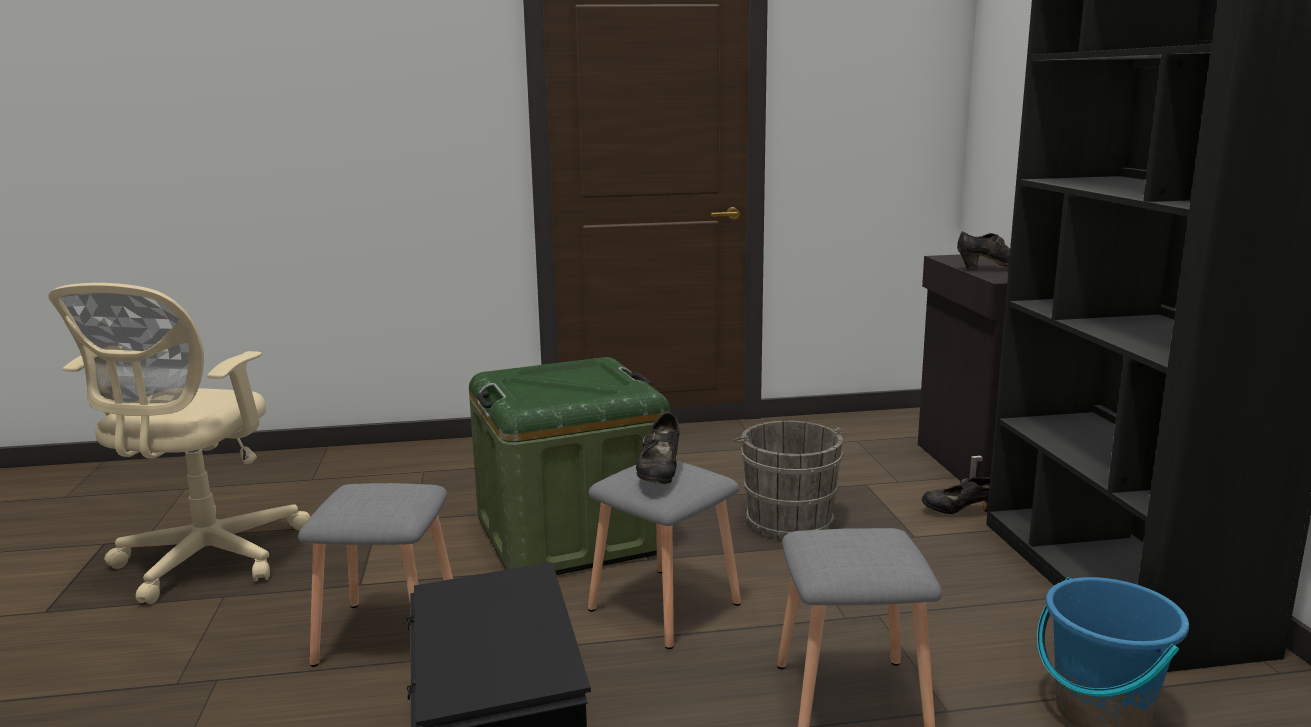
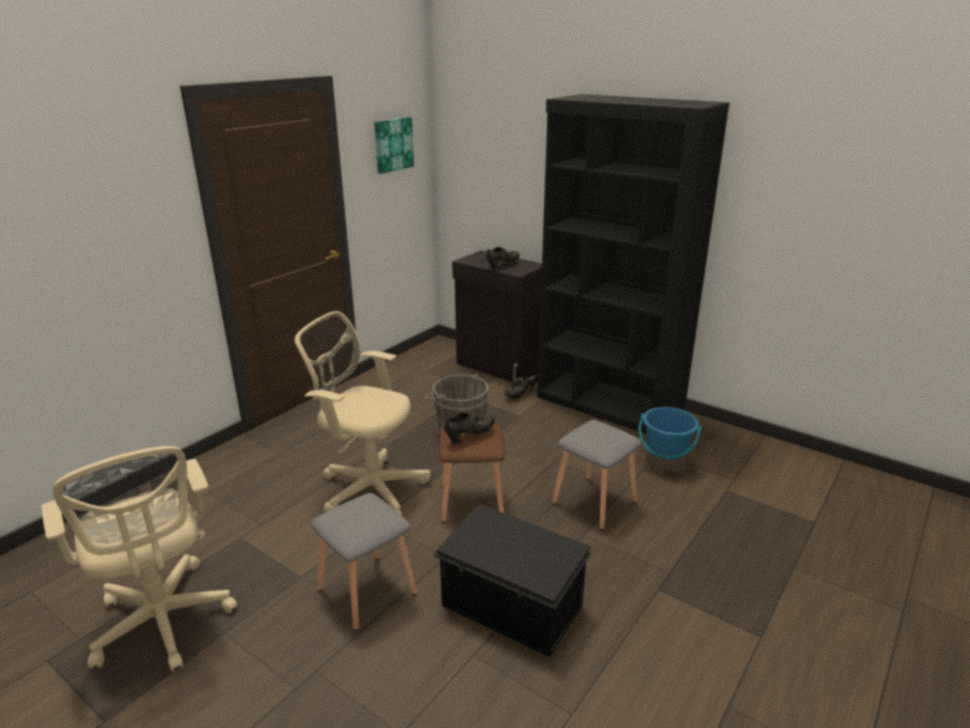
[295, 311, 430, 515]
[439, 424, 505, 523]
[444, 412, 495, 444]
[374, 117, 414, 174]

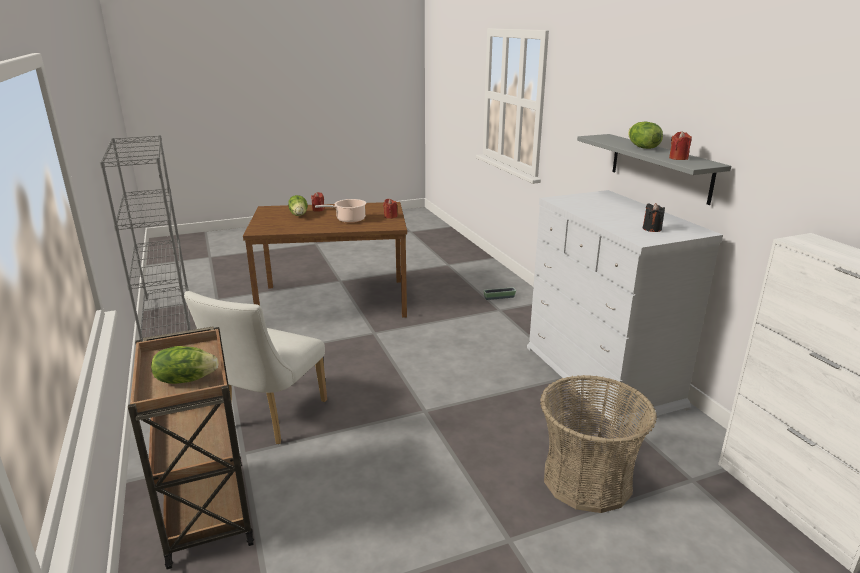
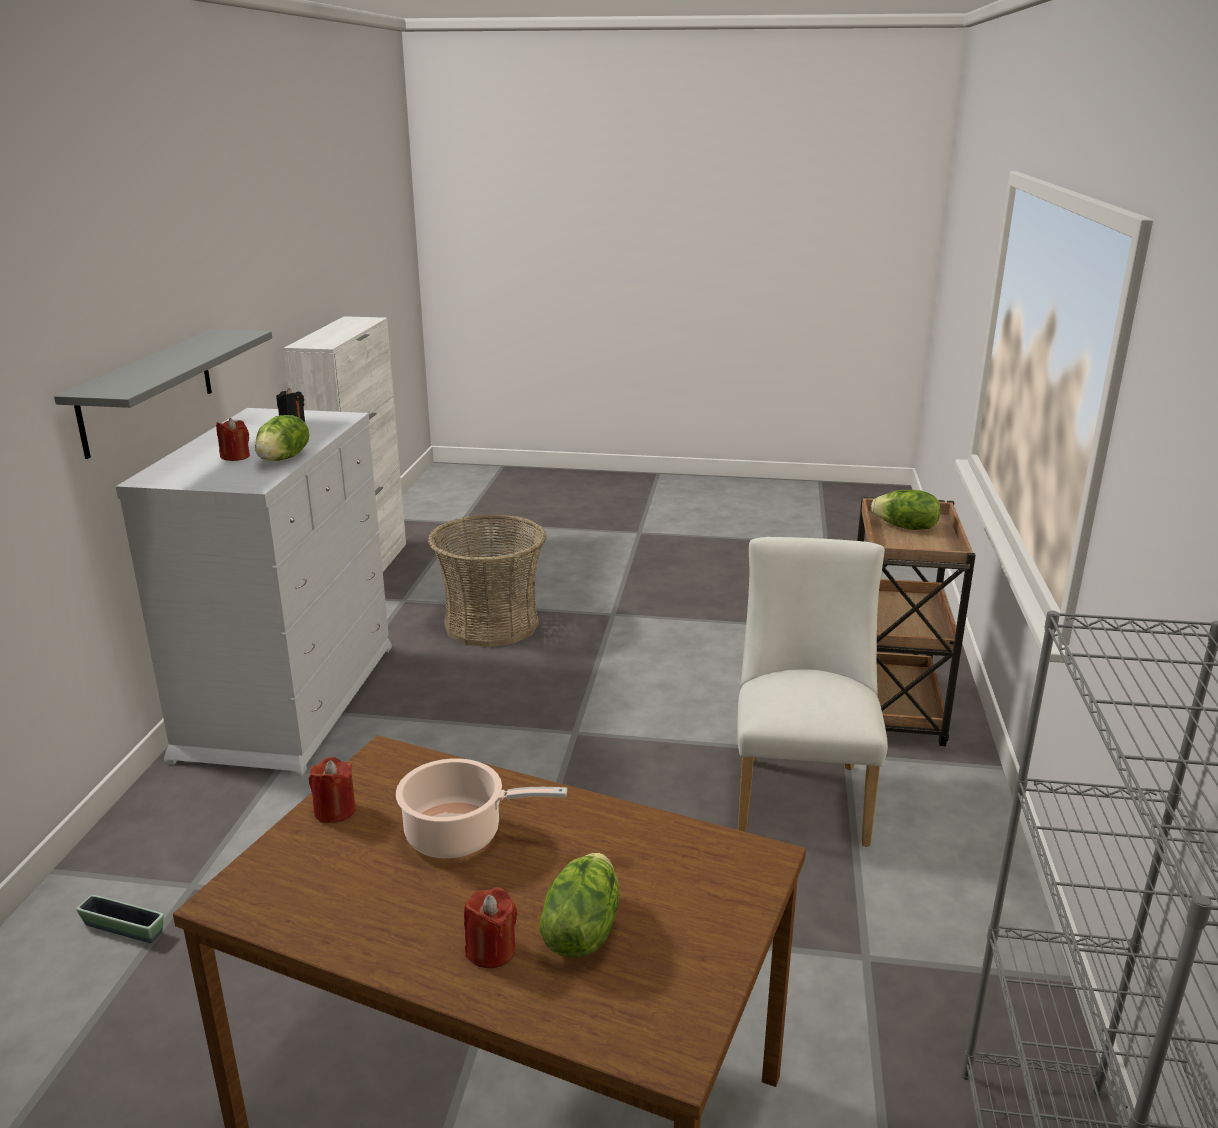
[737, 537, 888, 847]
[255, 415, 309, 461]
[216, 418, 250, 461]

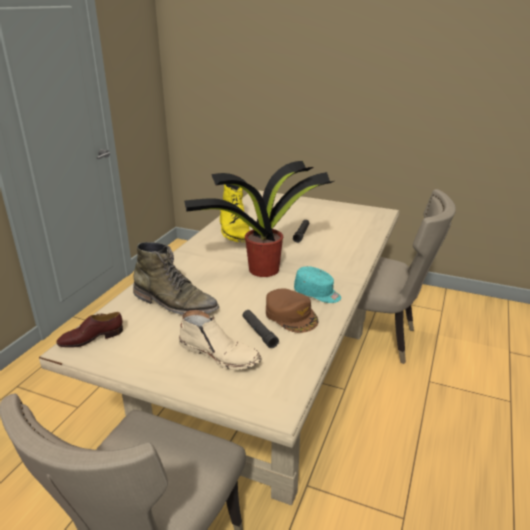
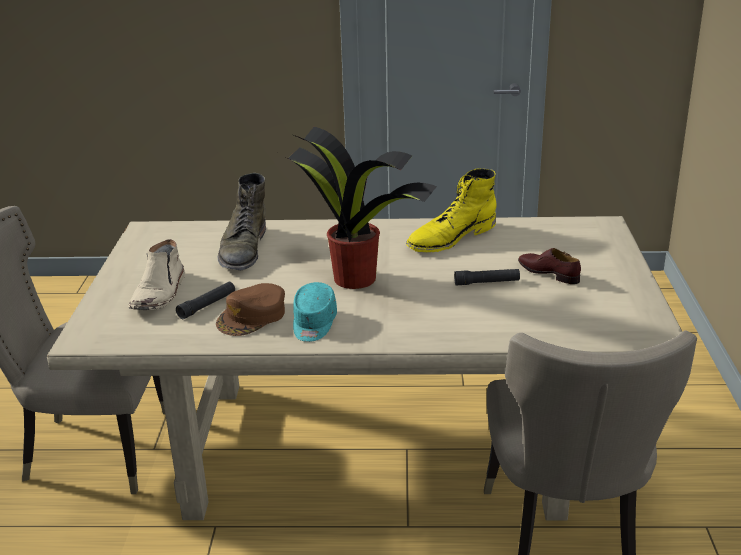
[518, 248, 581, 284]

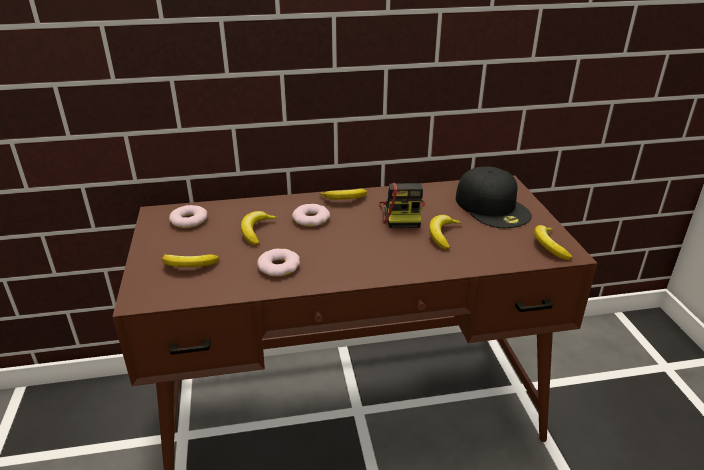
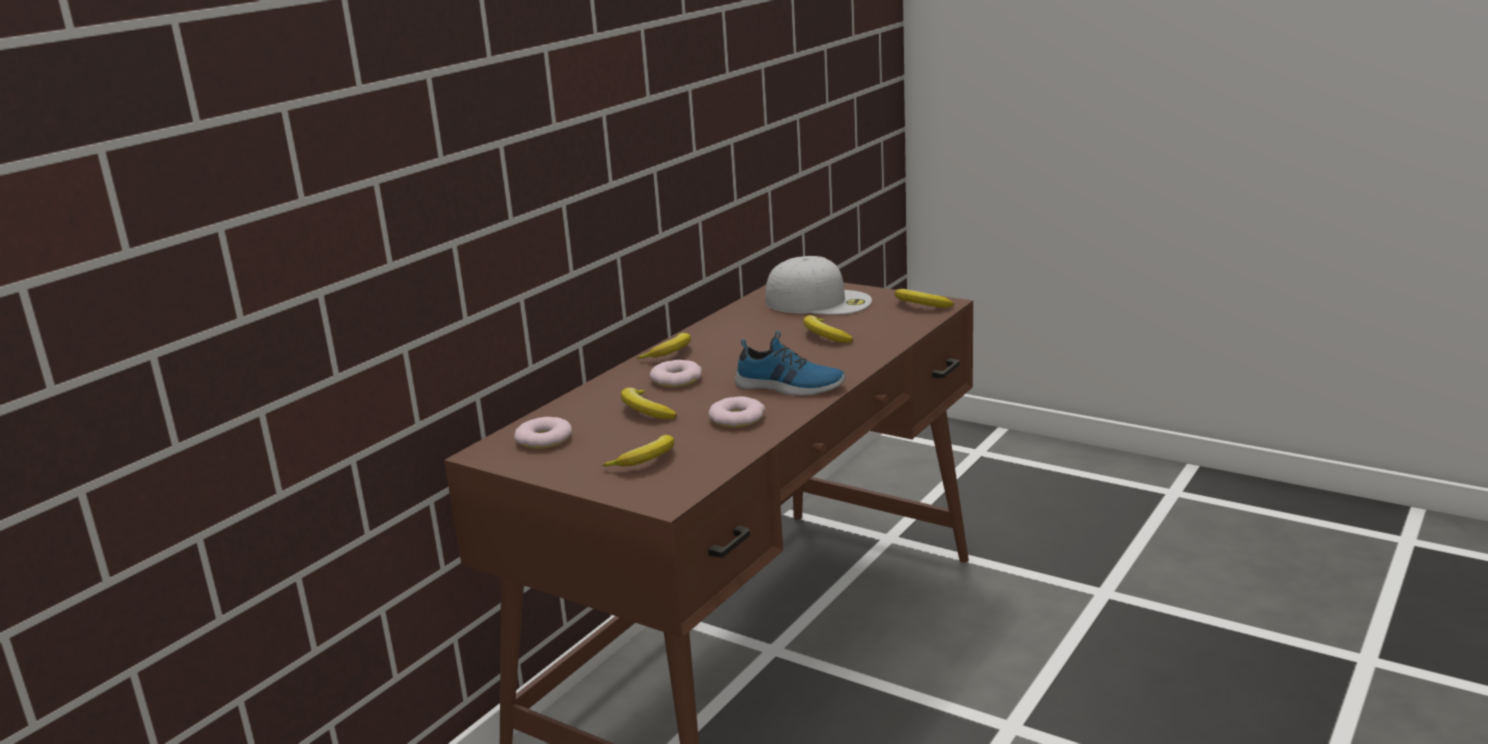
[379, 183, 425, 228] (first image)
[766, 256, 872, 315]
[735, 331, 846, 396]

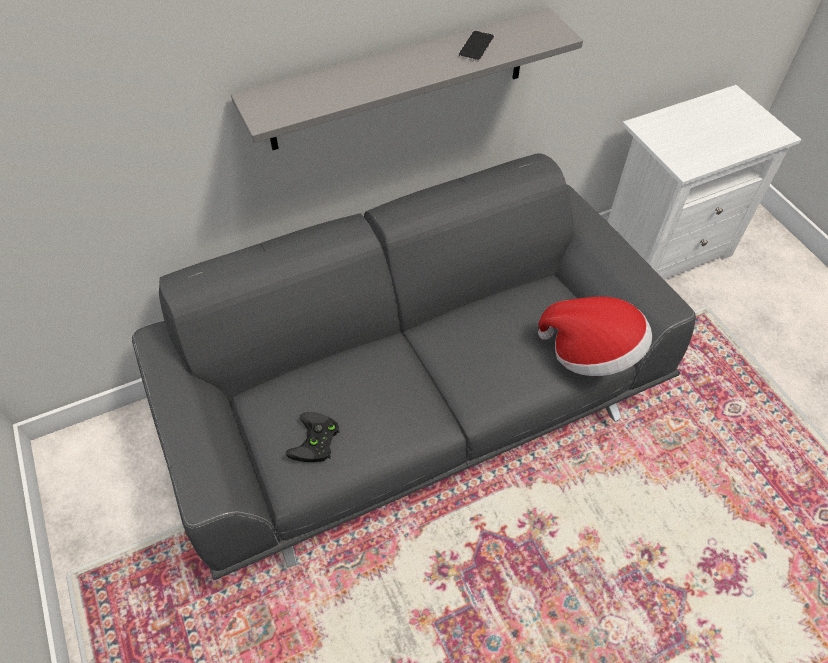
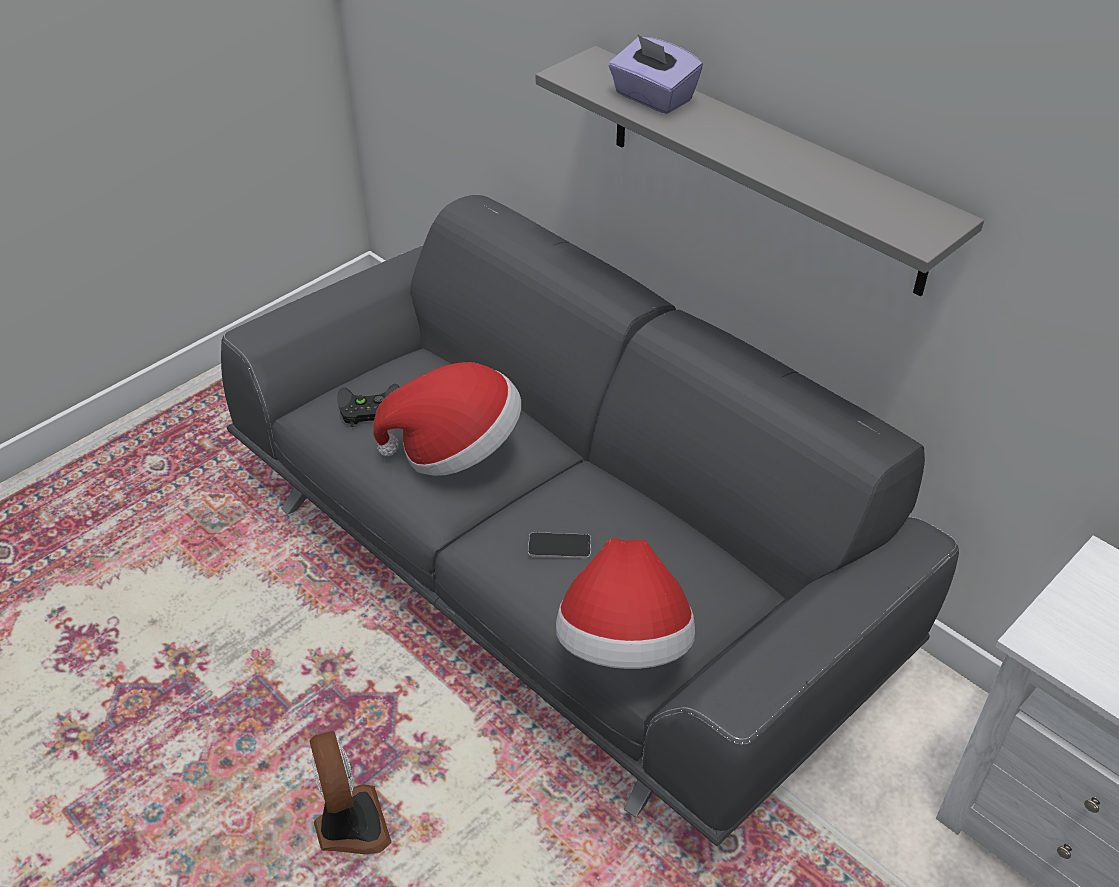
[528, 532, 591, 559]
[309, 730, 391, 854]
[373, 362, 521, 476]
[609, 35, 703, 114]

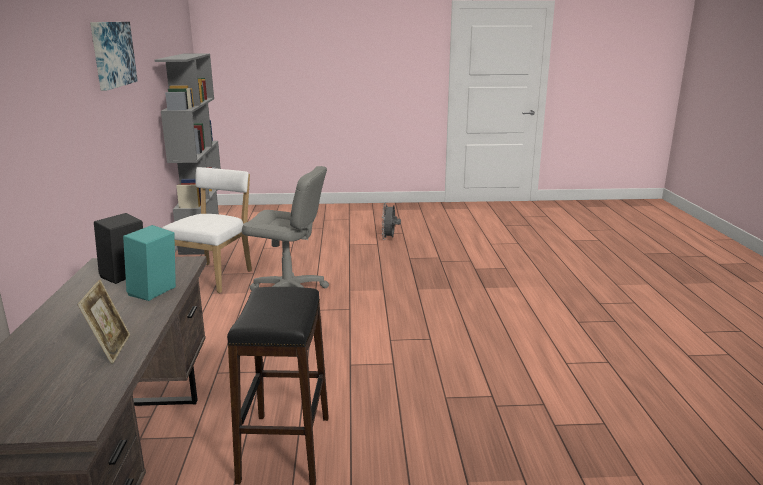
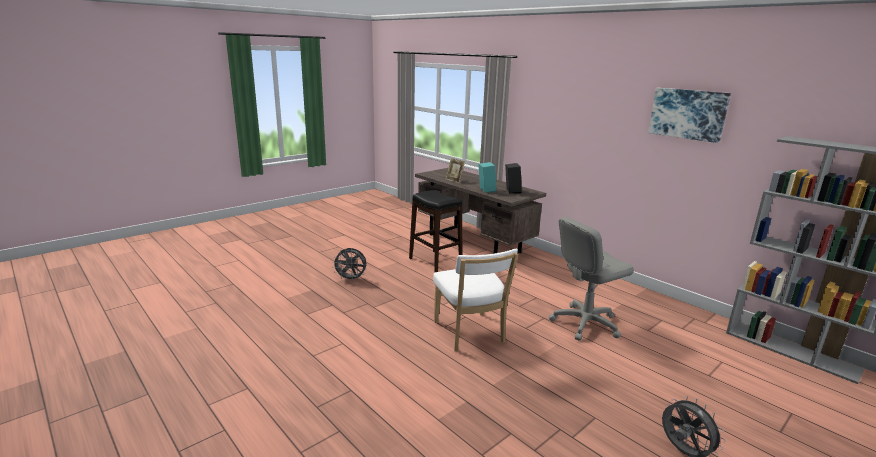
[433, 249, 518, 352]
[332, 248, 367, 282]

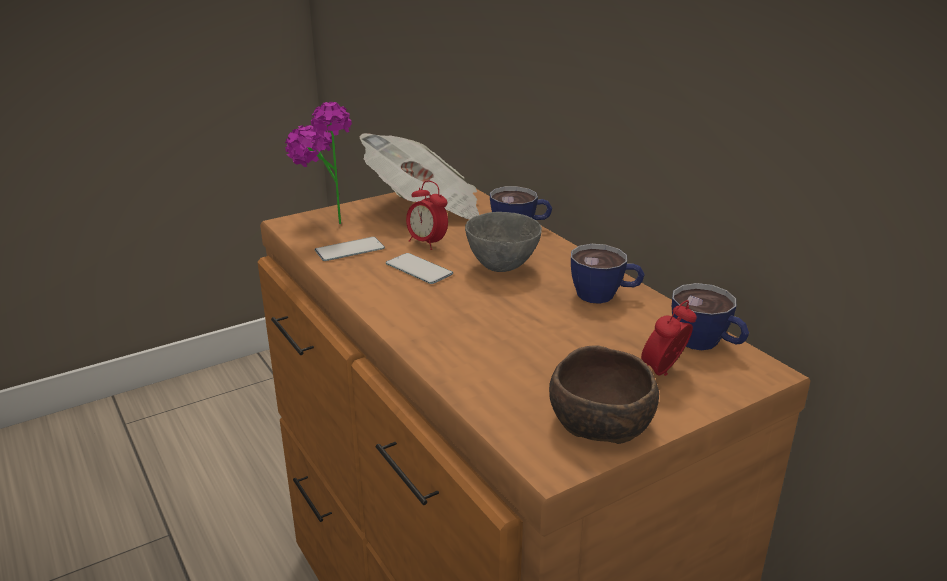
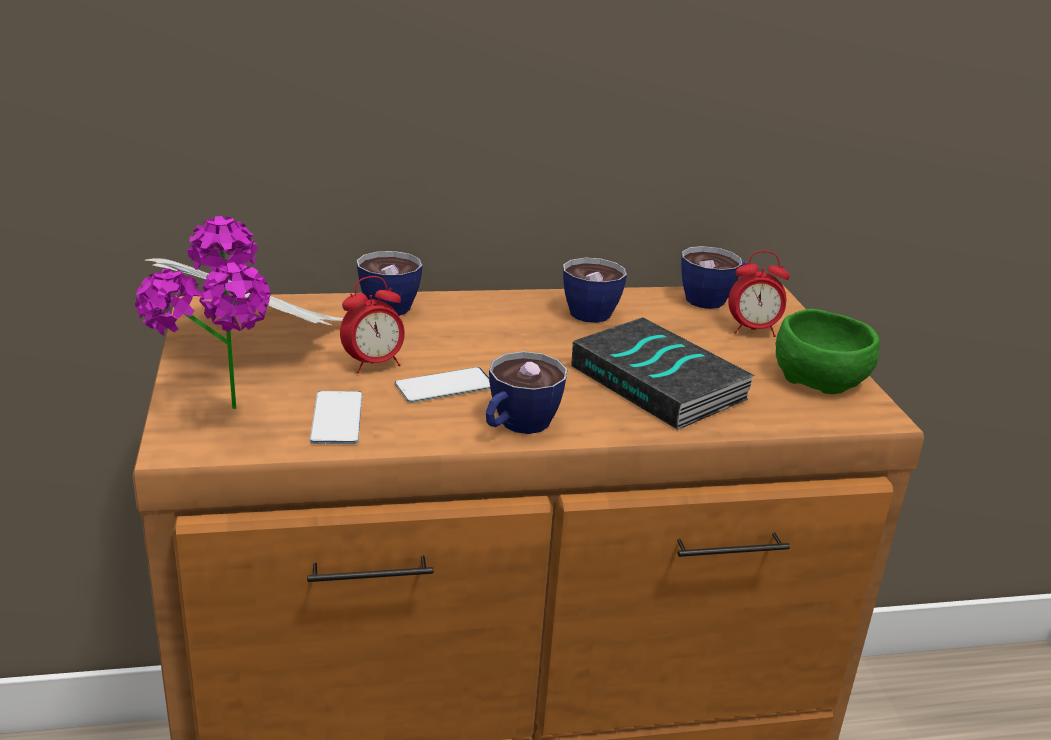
[465, 212, 542, 272] (first image)
[775, 309, 880, 394]
[728, 251, 790, 337]
[486, 351, 567, 434]
[571, 317, 755, 430]

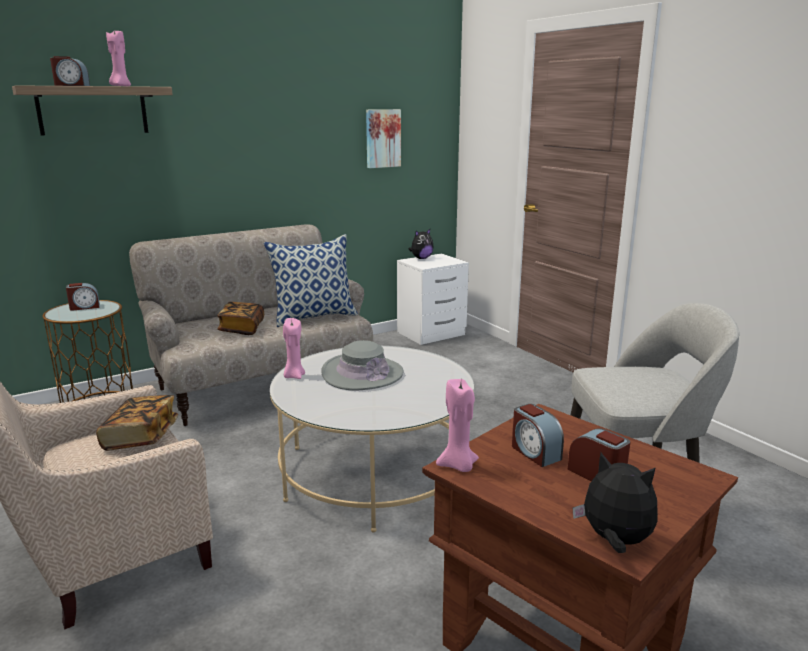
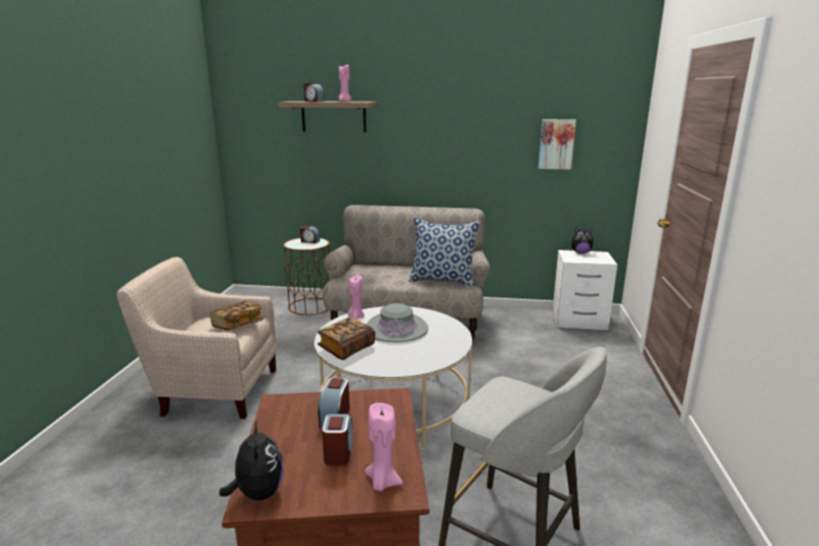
[317, 317, 375, 360]
[365, 403, 403, 491]

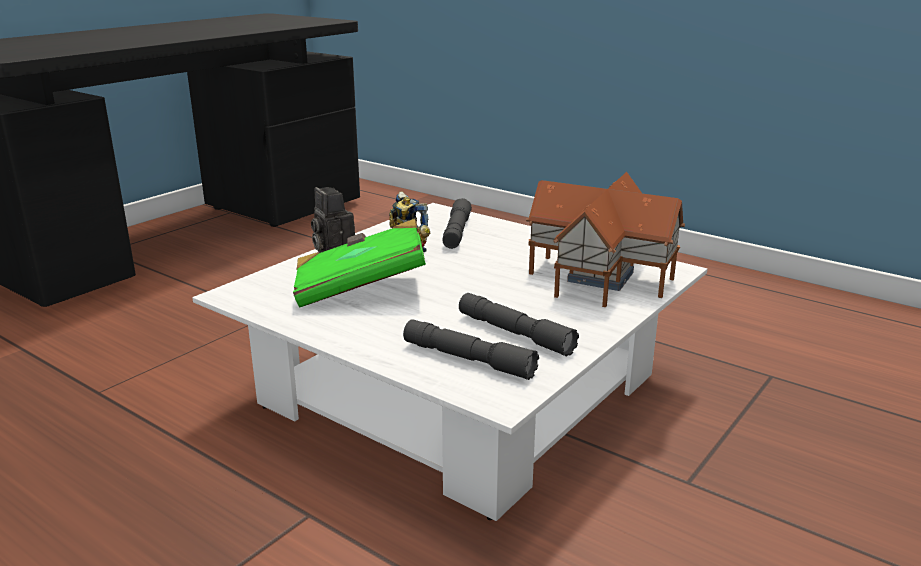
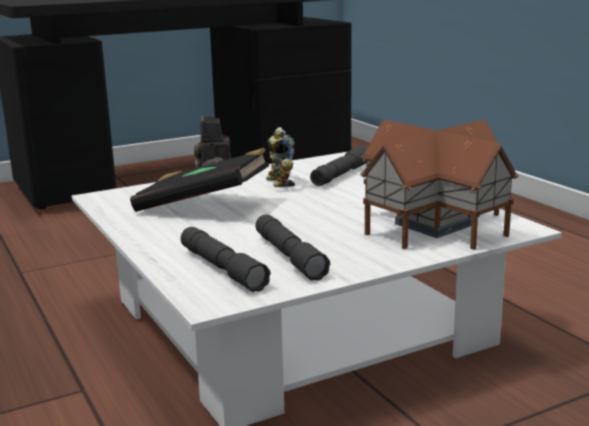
[130, 148, 269, 212]

